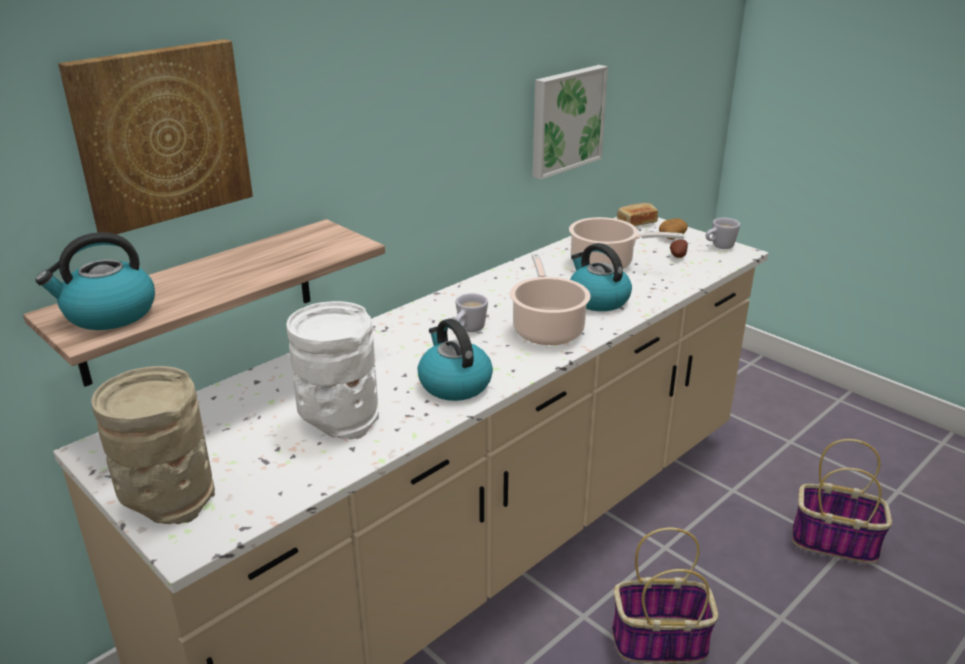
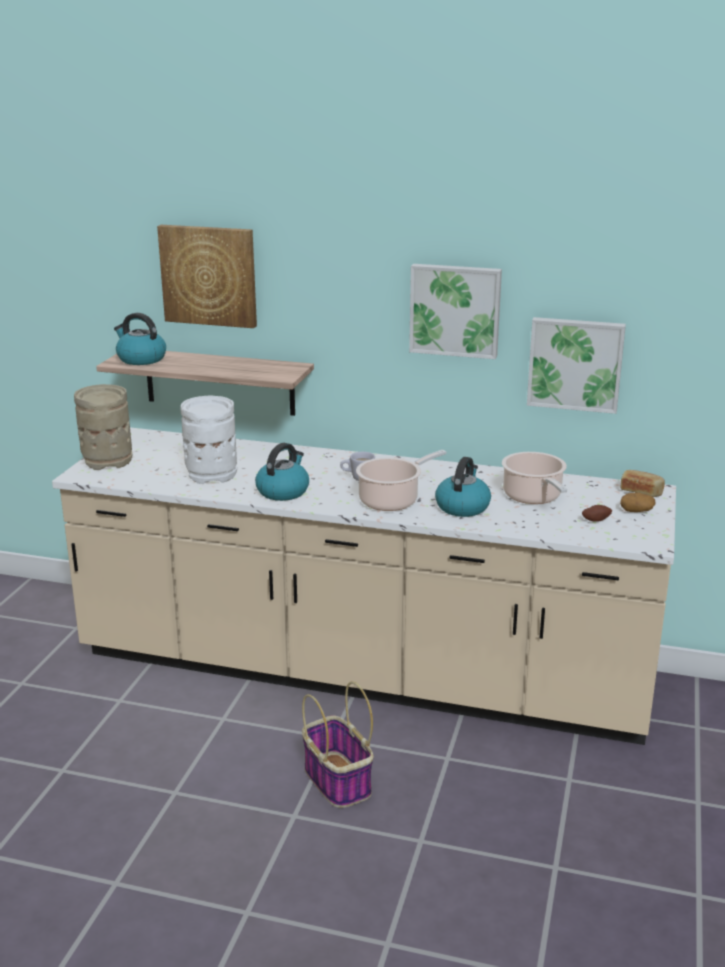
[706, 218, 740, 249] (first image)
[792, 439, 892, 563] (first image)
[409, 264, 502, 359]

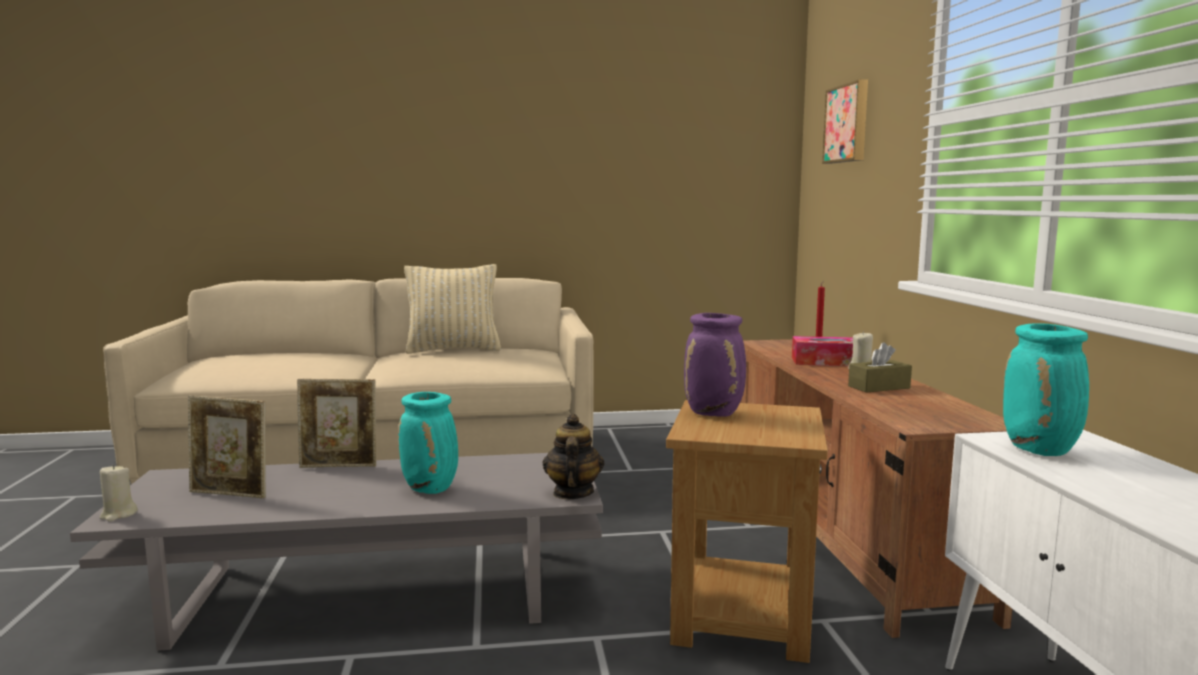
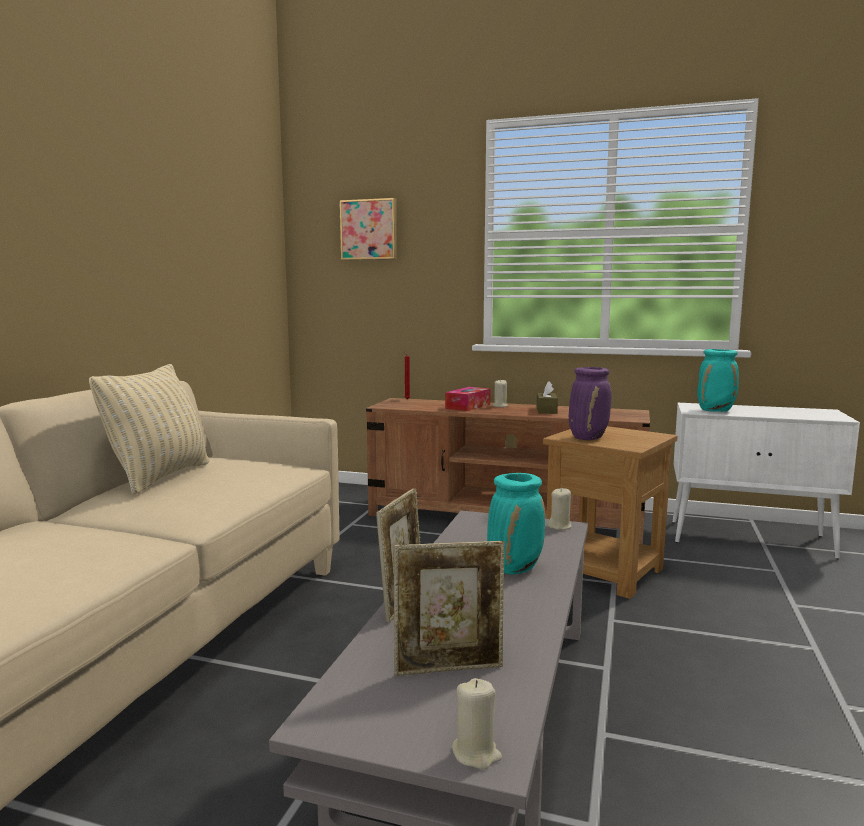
[394, 541, 505, 676]
[547, 488, 572, 530]

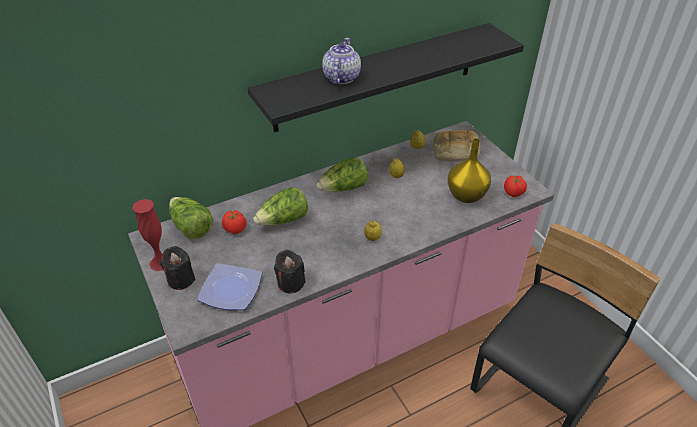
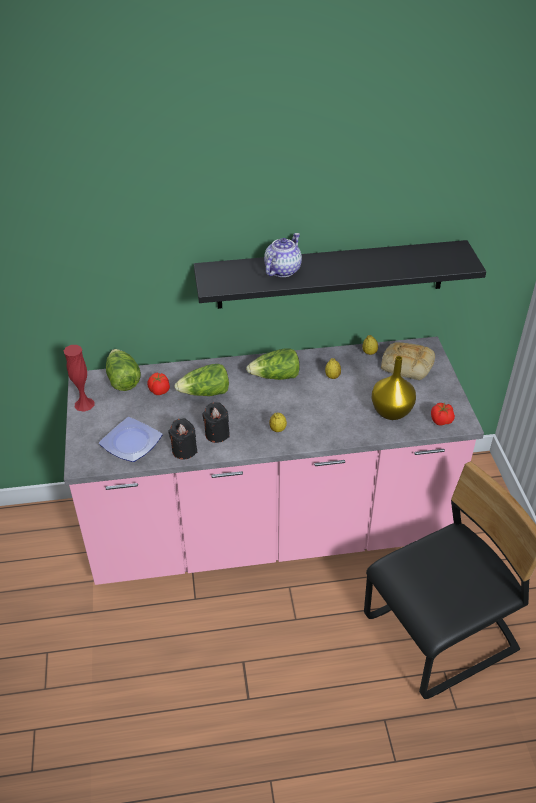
[202, 402, 230, 443]

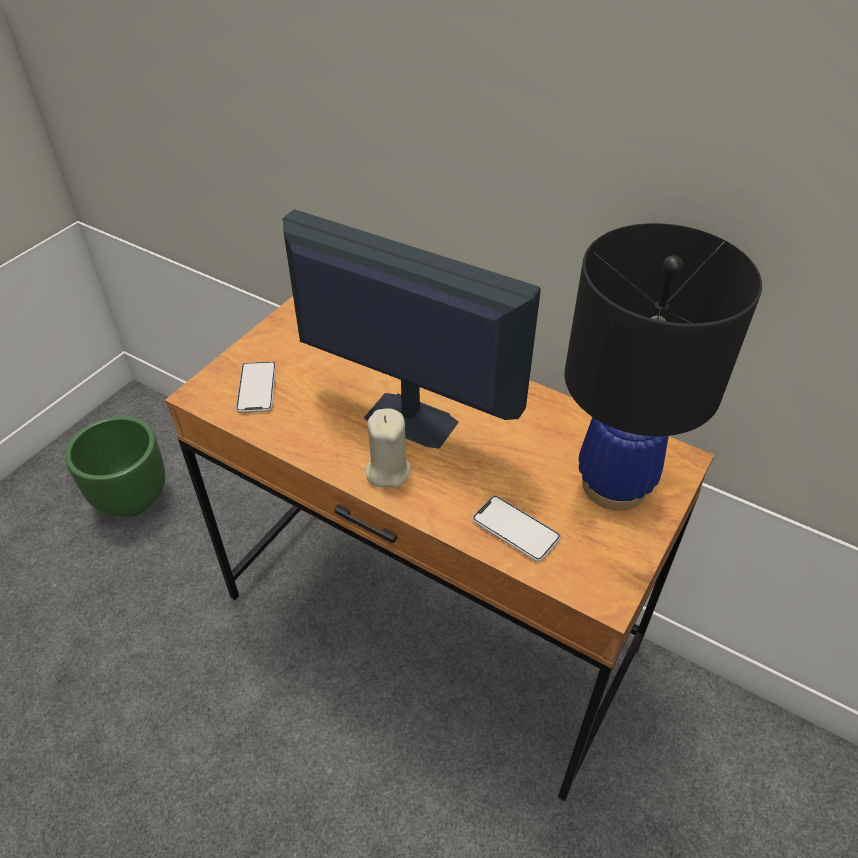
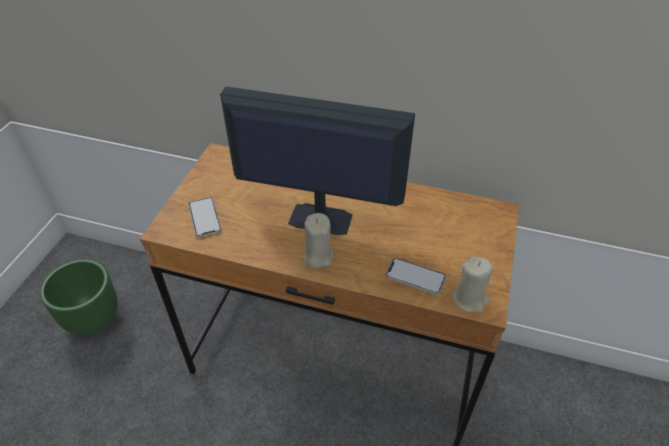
[565, 223, 762, 511] (first image)
[451, 256, 494, 313]

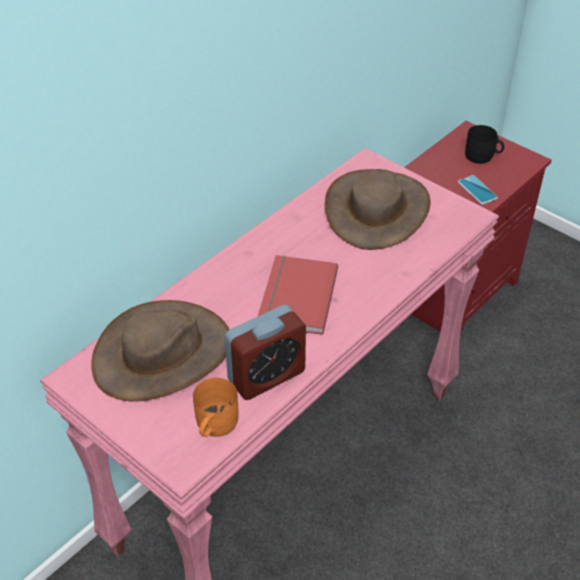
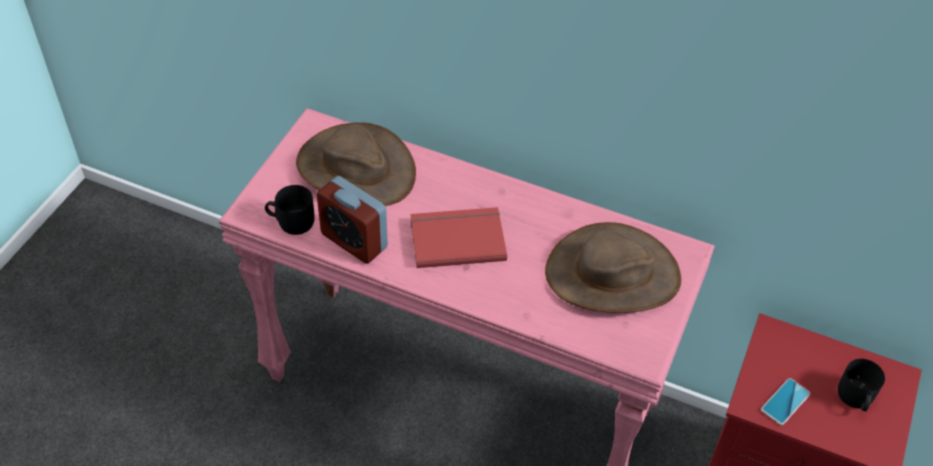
[265, 185, 315, 235]

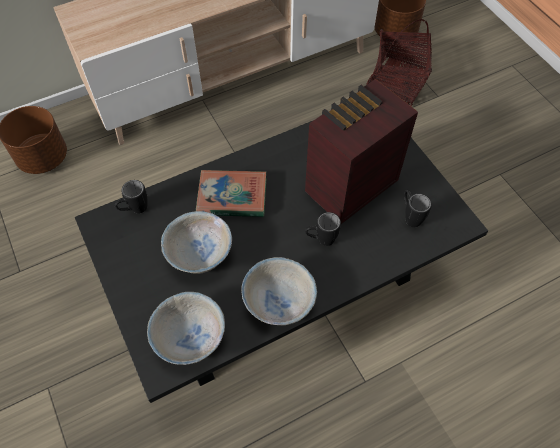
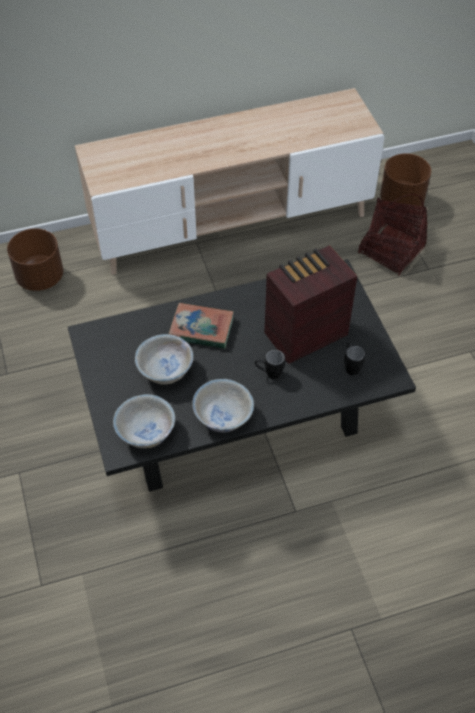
[115, 180, 148, 214] (first image)

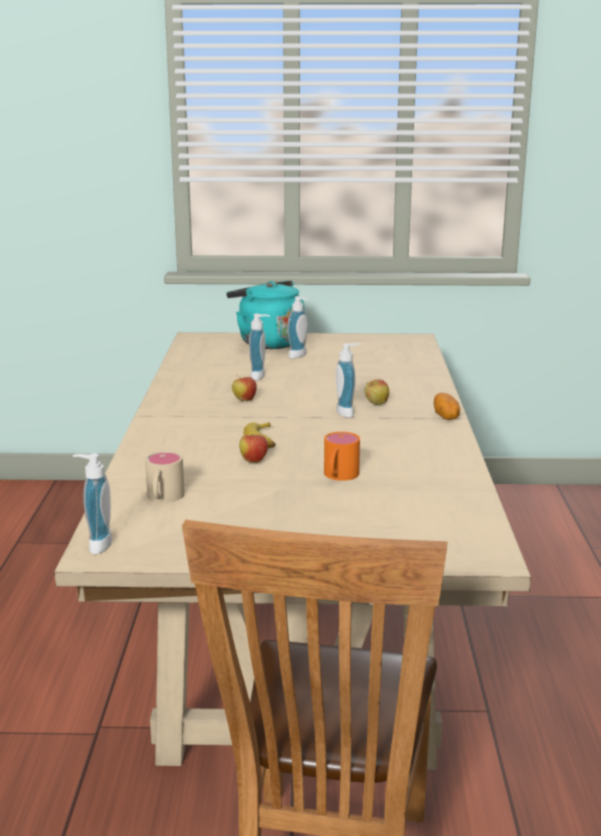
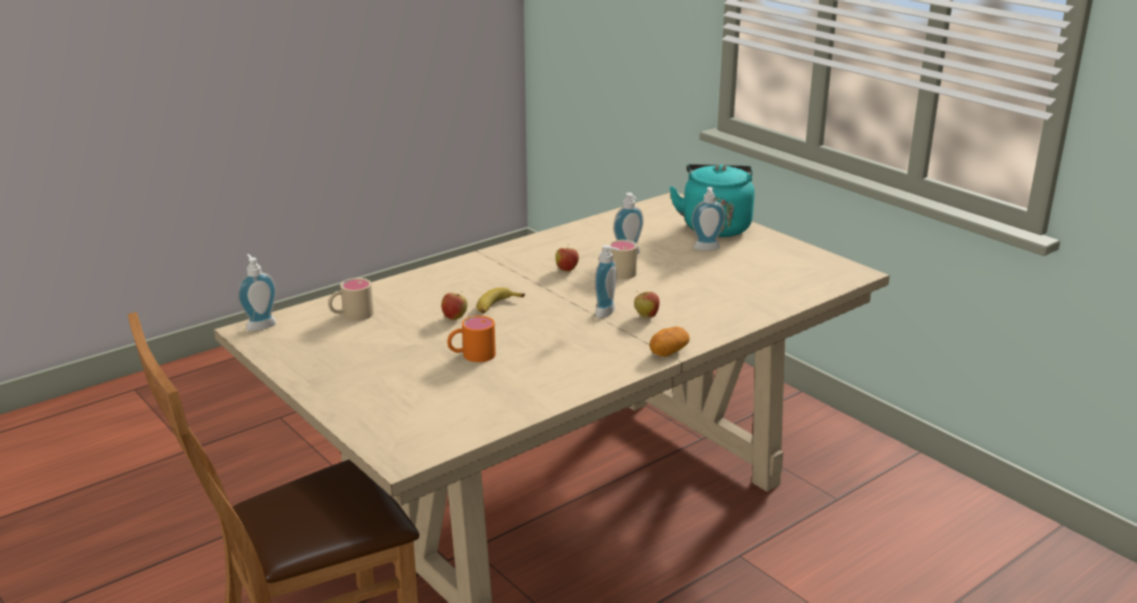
[609, 240, 637, 279]

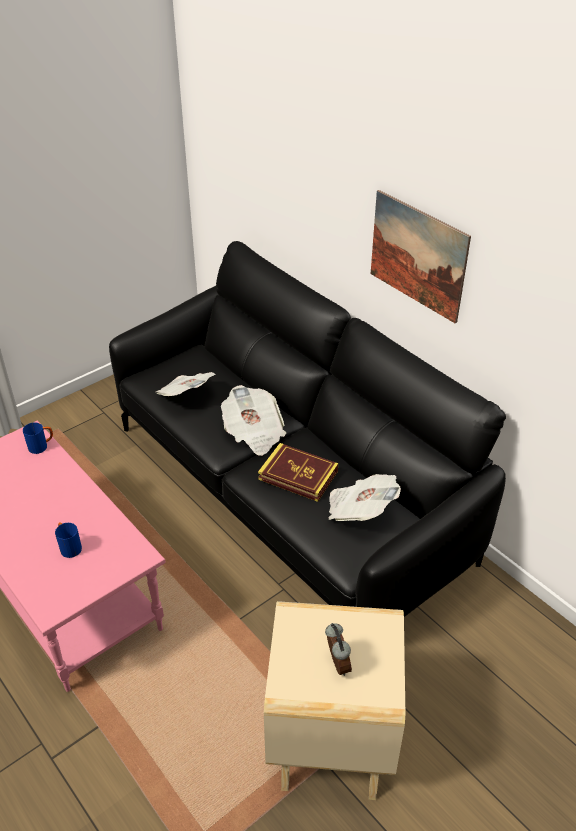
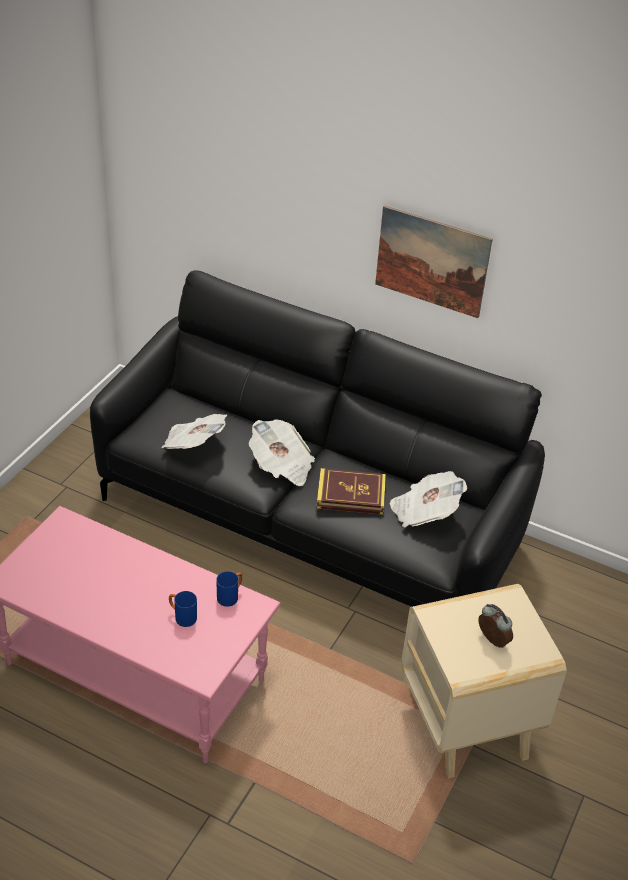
[216, 571, 242, 607]

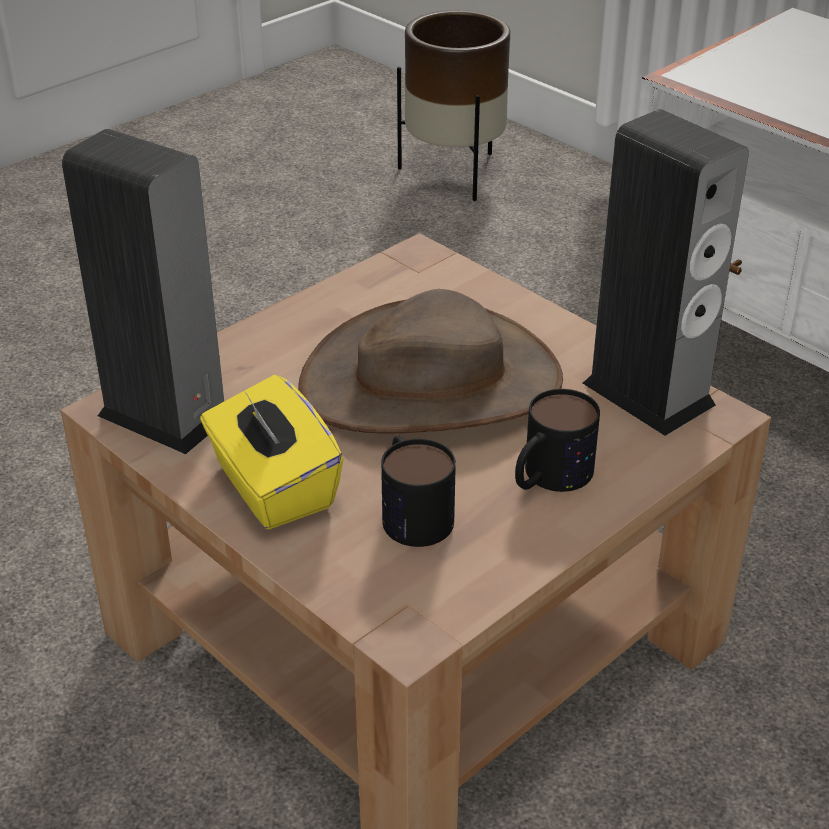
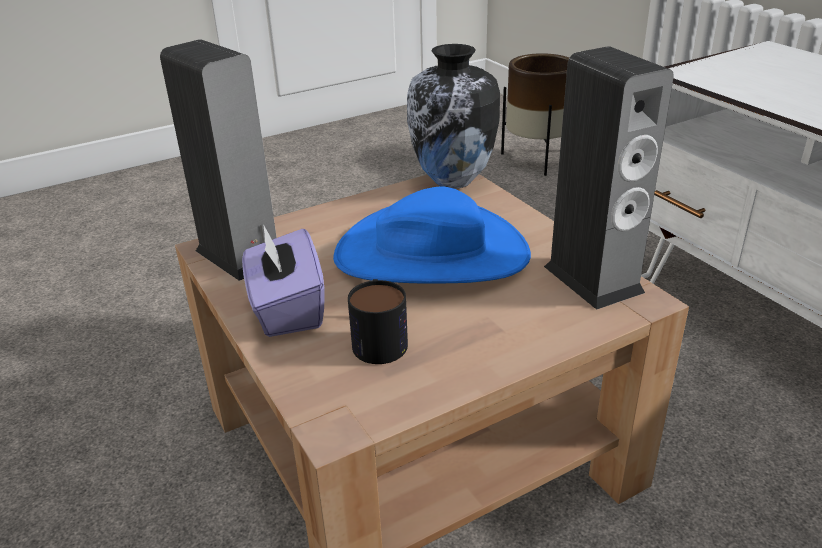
[242, 226, 325, 337]
[333, 186, 531, 283]
[515, 389, 600, 492] (first image)
[407, 44, 500, 189]

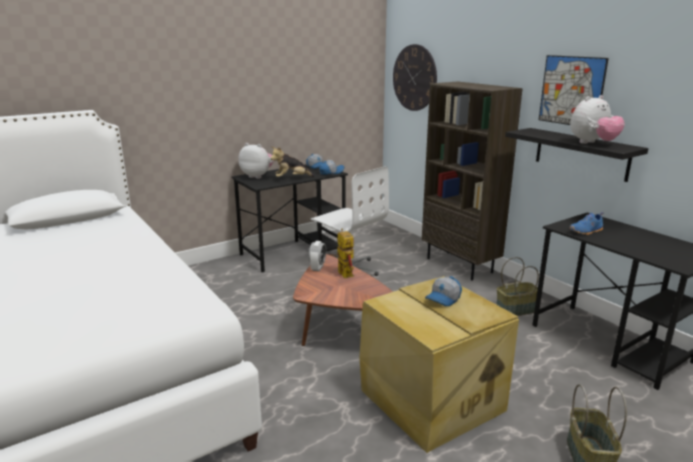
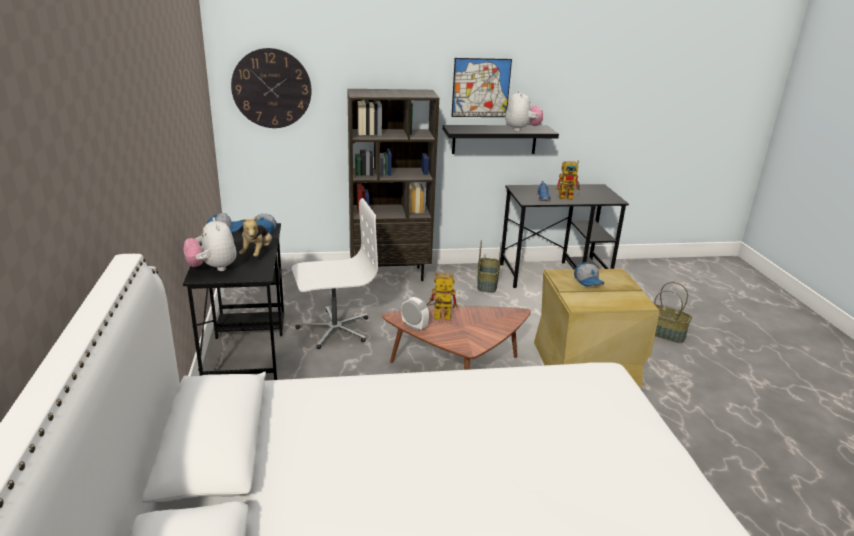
[183, 217, 237, 271]
[556, 160, 580, 200]

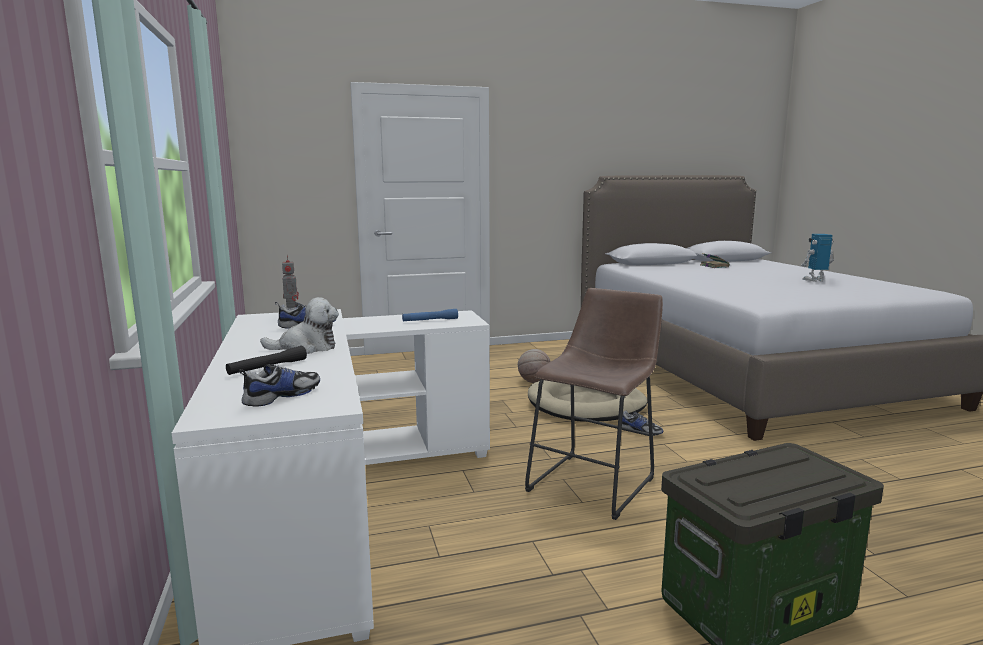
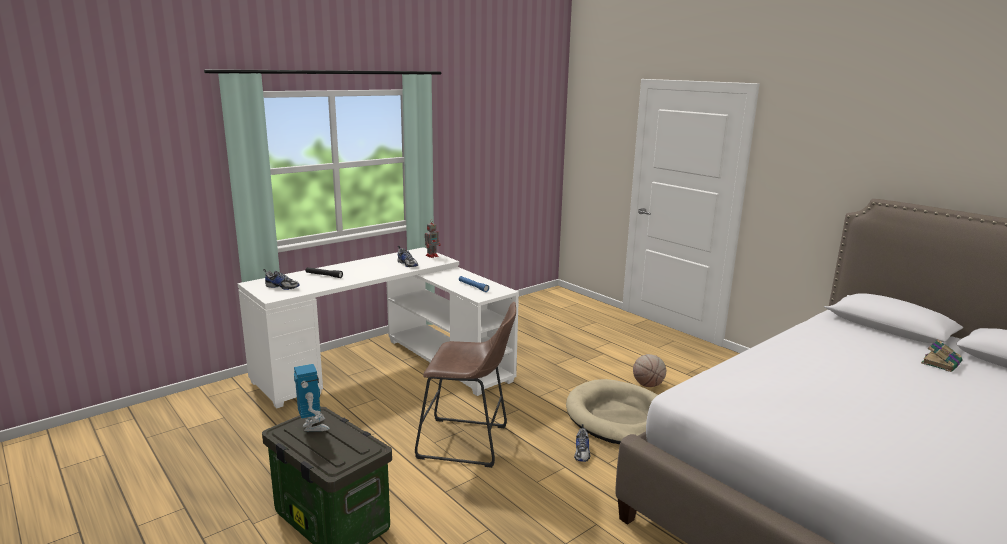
[260, 297, 339, 354] (first image)
[294, 364, 330, 431]

